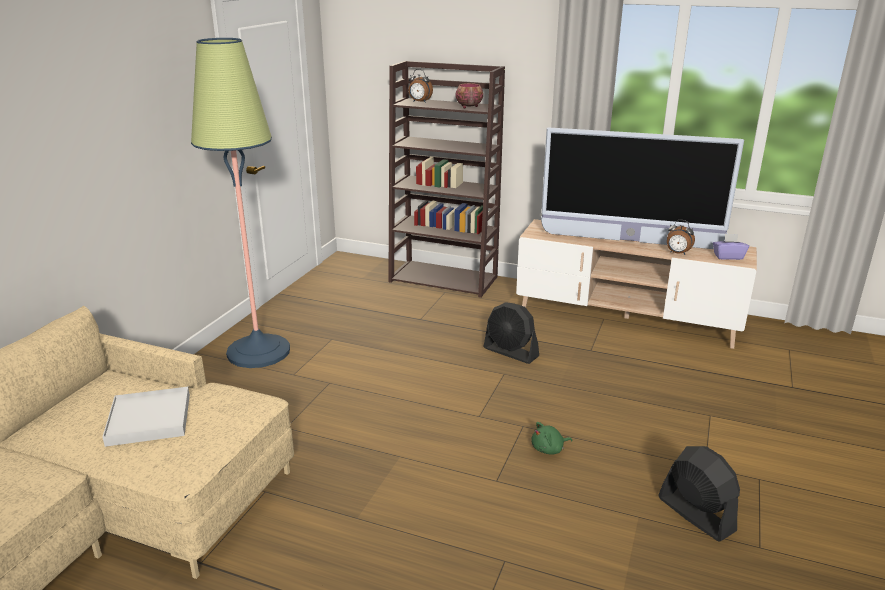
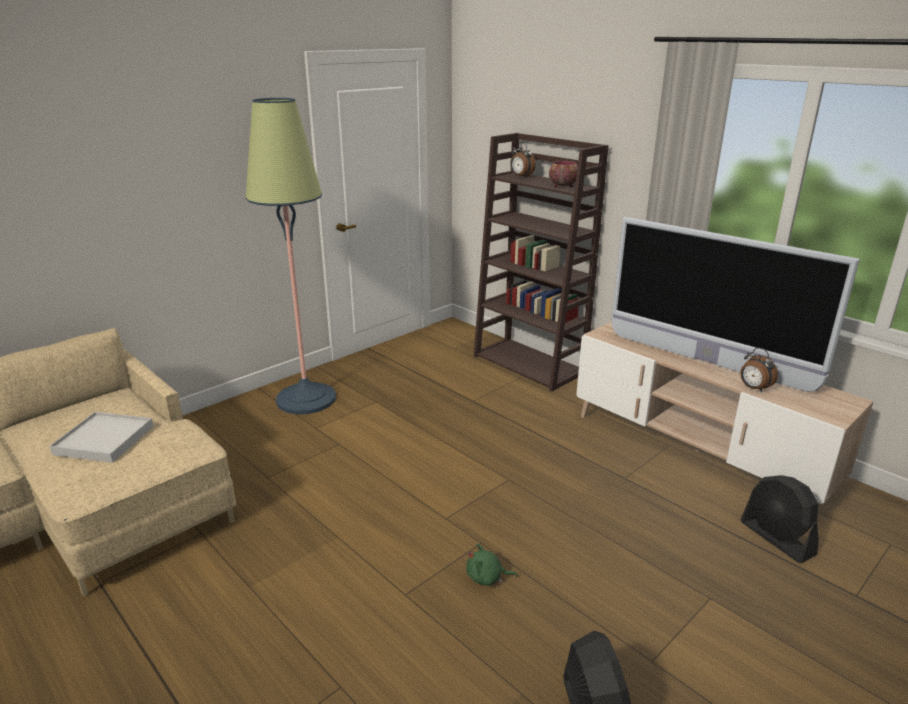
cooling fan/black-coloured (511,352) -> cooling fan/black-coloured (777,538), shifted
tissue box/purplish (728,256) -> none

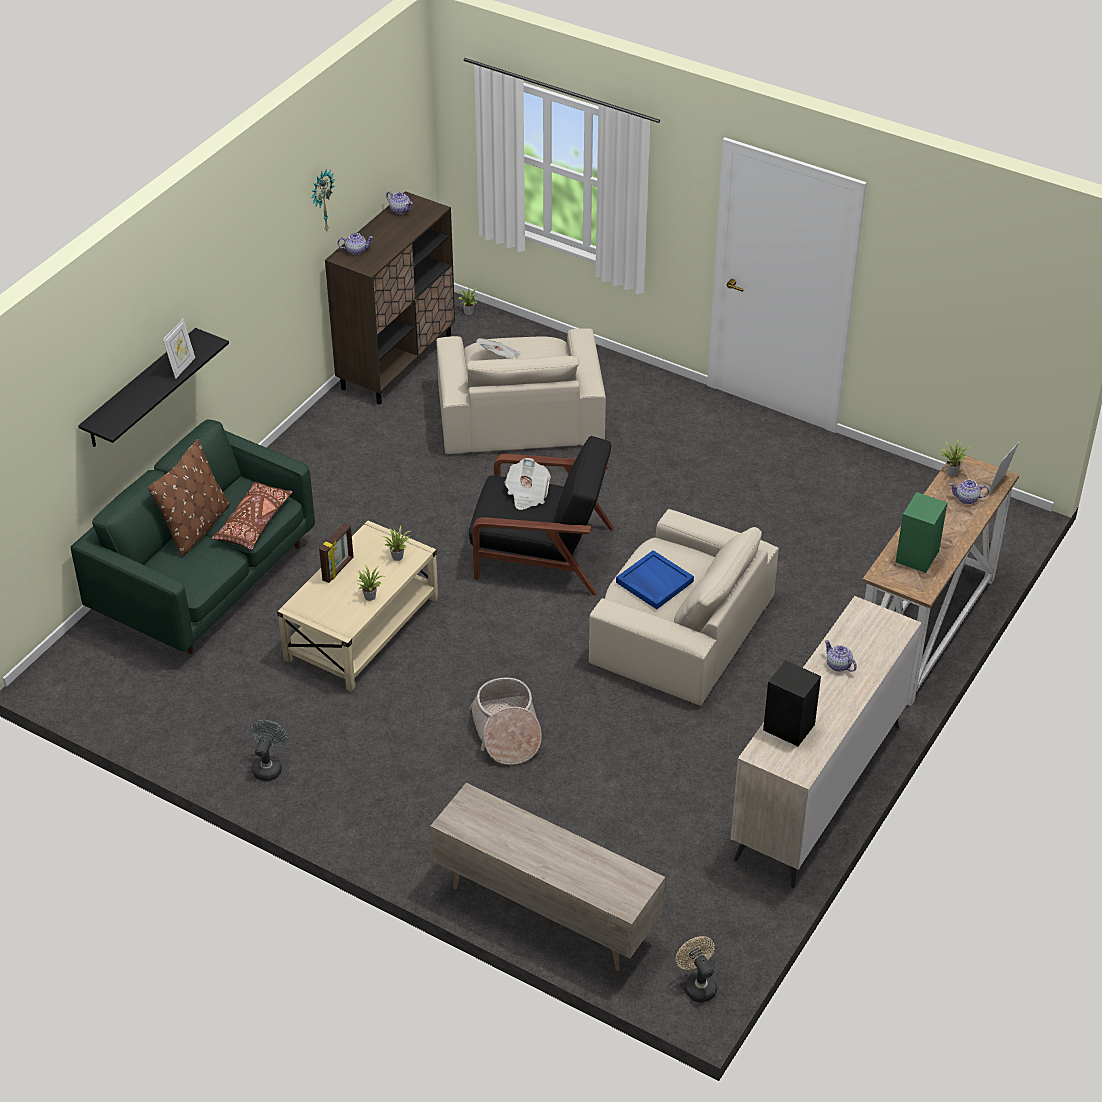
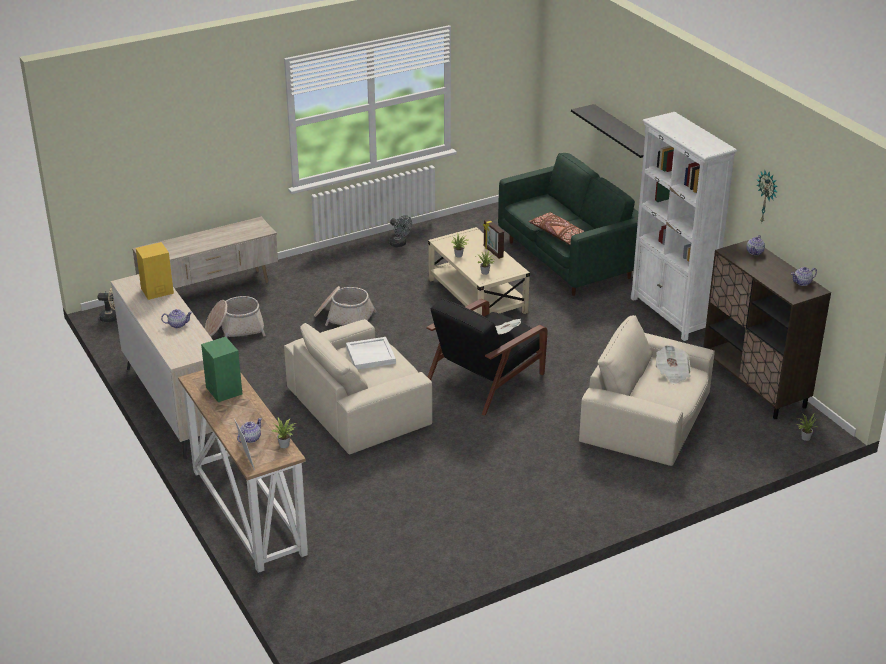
speaker/black-coloured (790,728) -> speaker/yellowish (156,291)
none -> household basket (235,329)
tray/bluish (653,582) -> tray/whitish (371,355)
none -> bookcase/whitish (671,315)
throw pillow/brownish (196,527) -> none
standing frame (182,367) -> none

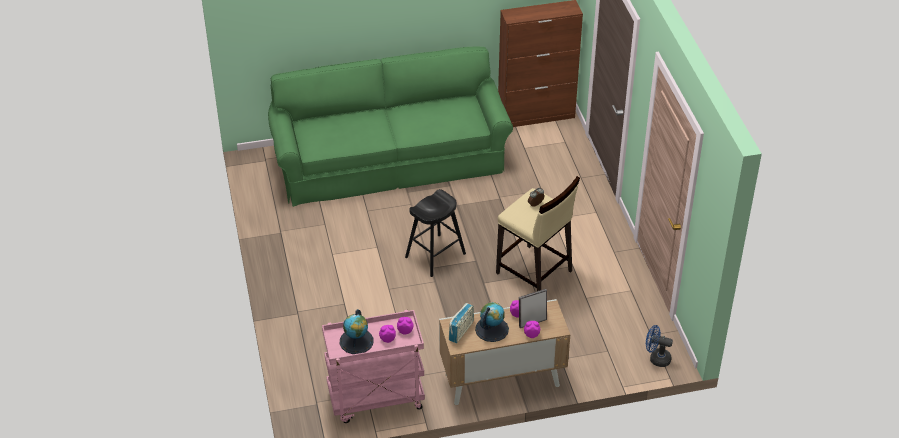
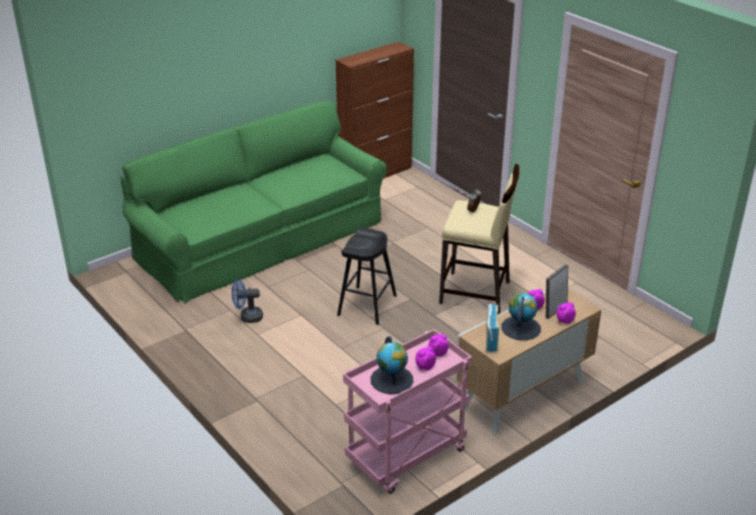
cooling fan/bluish (656,358) -> cooling fan/bluish (247,317), shifted

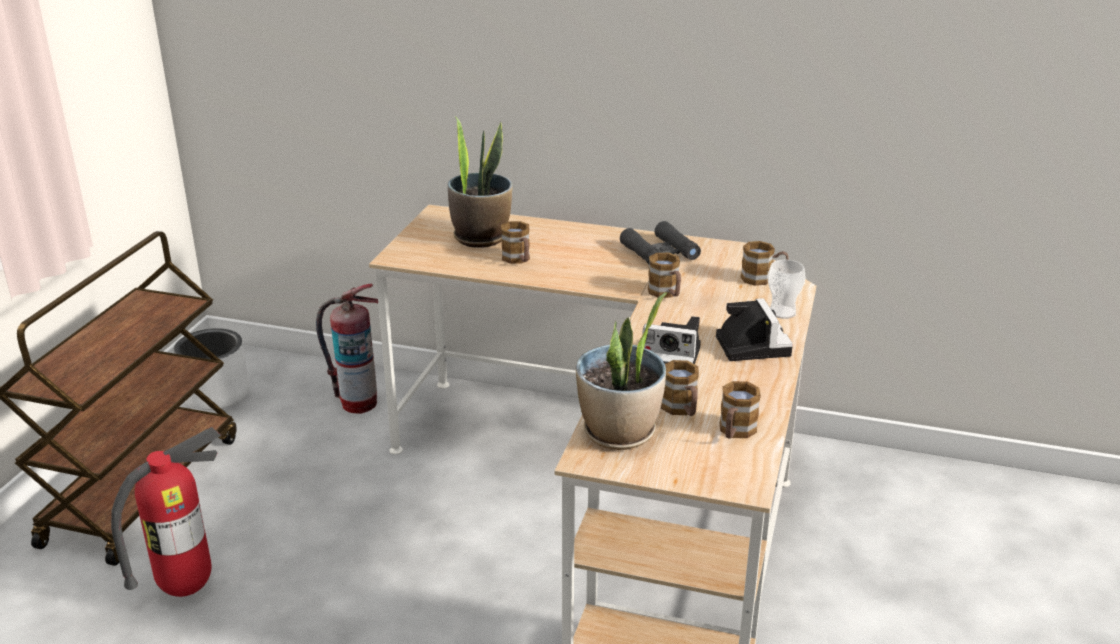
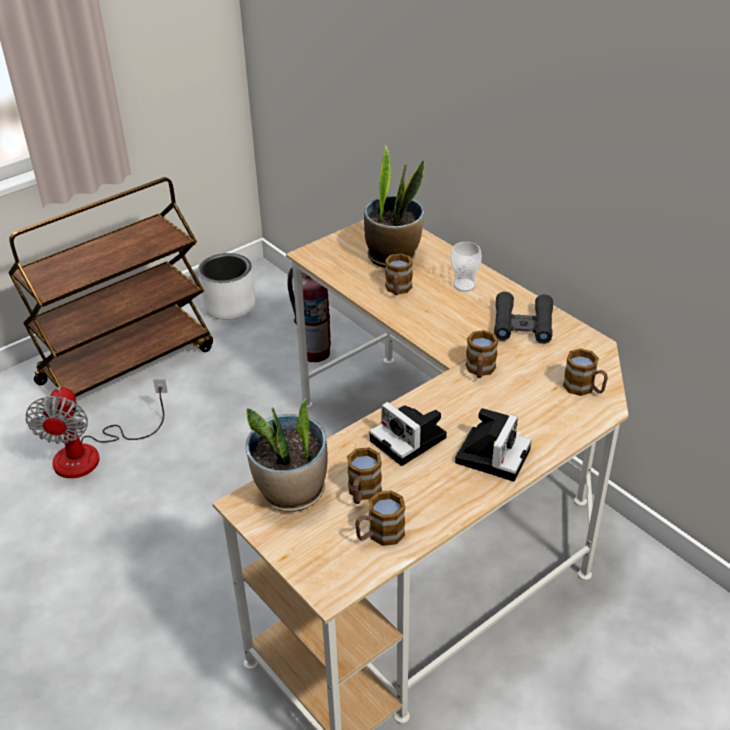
fire-fighting cylinder (186,587) -> cooling fan (92,453)
small cup (782,312) -> small cup (464,285), shifted

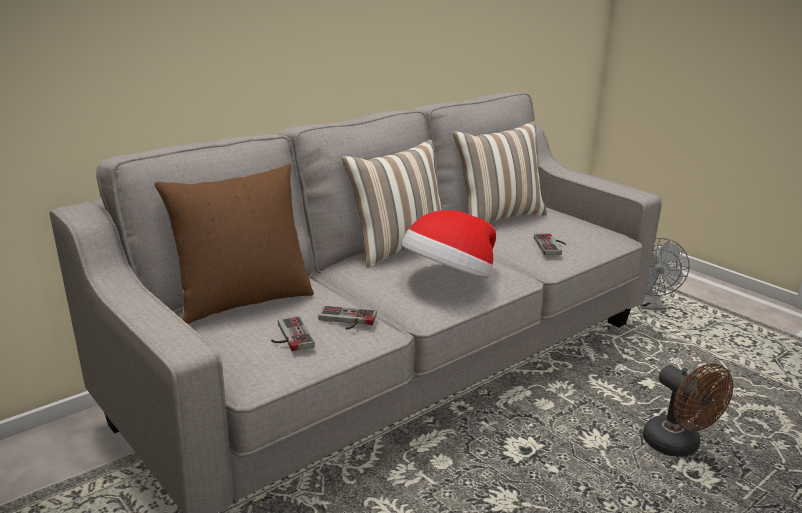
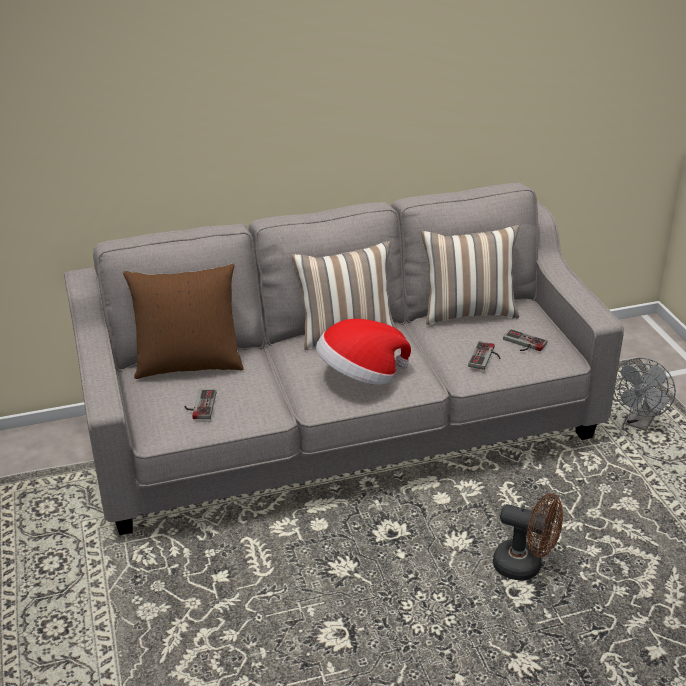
cooling fan/brownish (678,446) -> cooling fan/brownish (525,566), 60 degrees counterclockwise
joypad (346,320) -> joypad (522,344), shifted

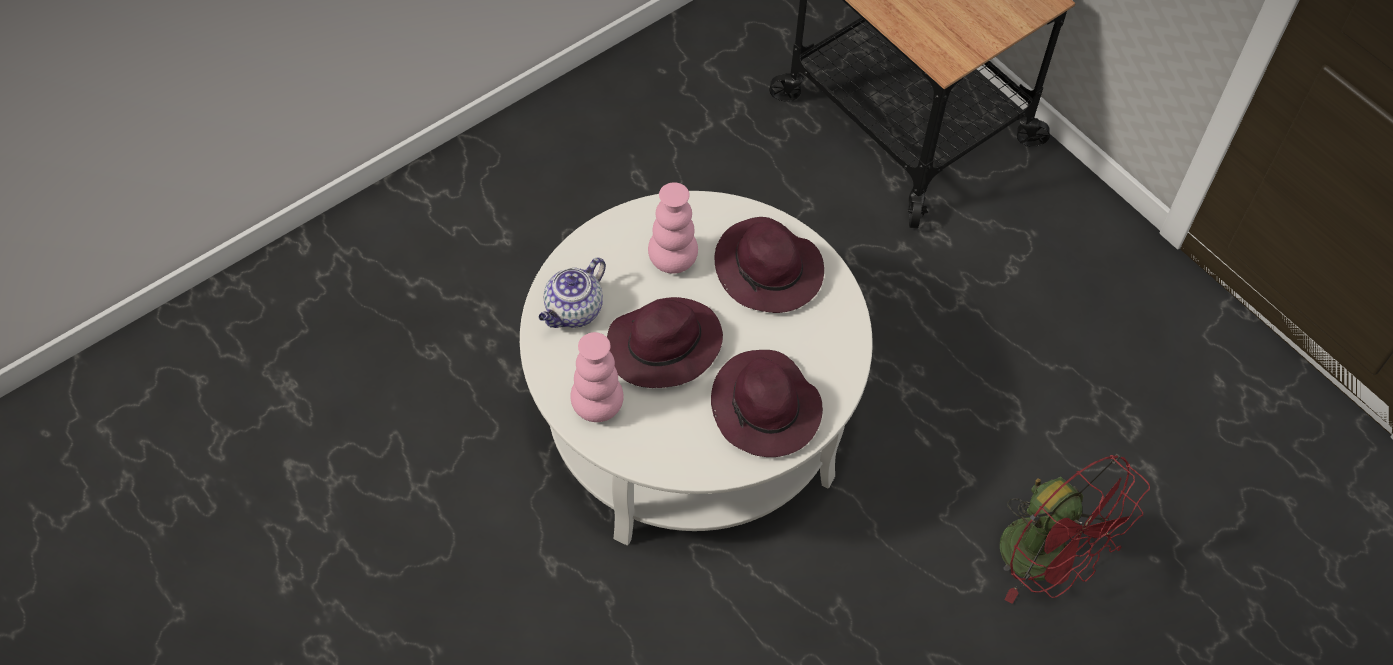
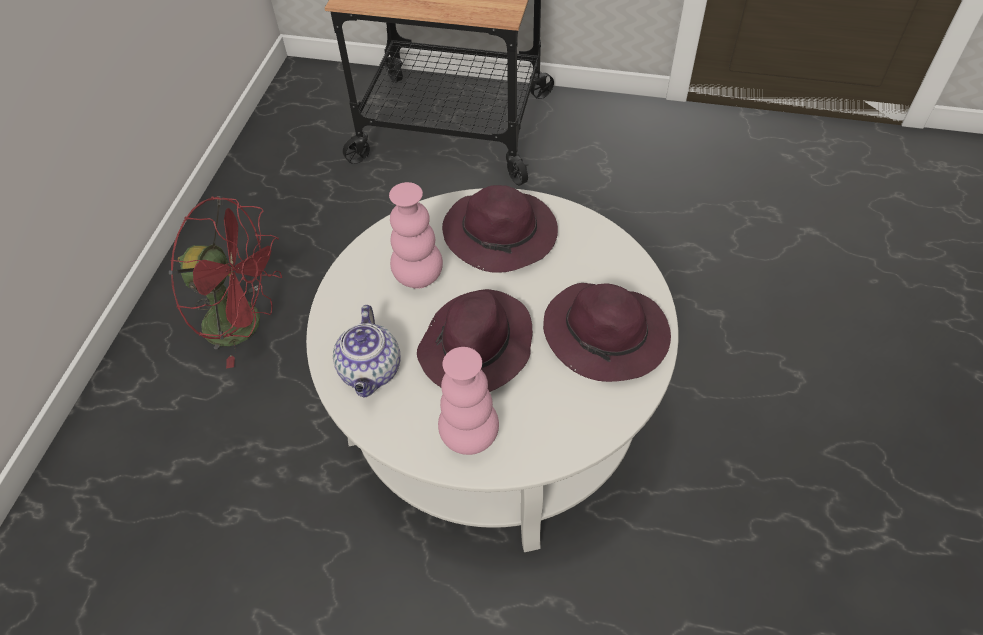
cooling fan/reddish (1047,560) -> cooling fan/reddish (246,324), shifted

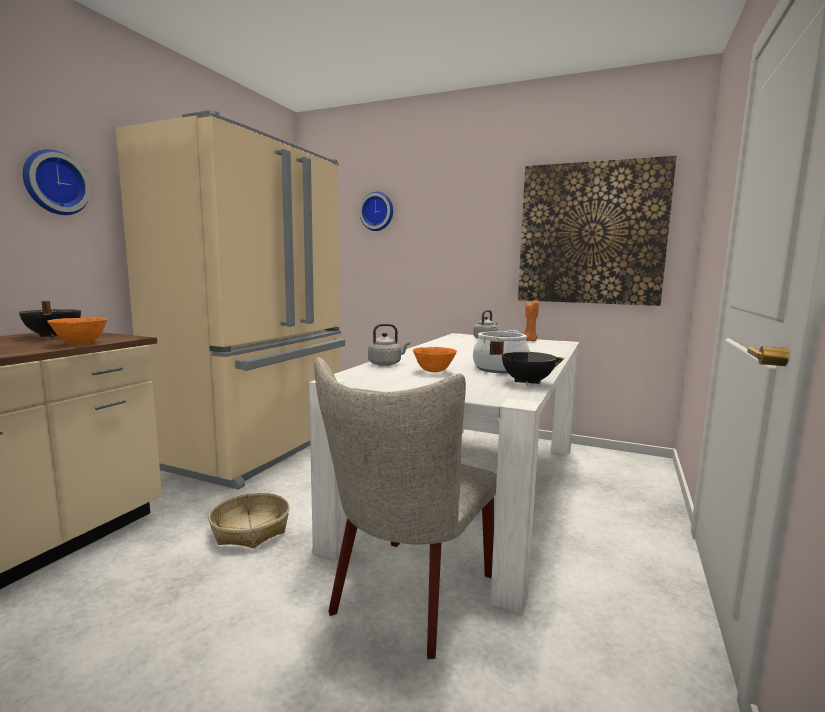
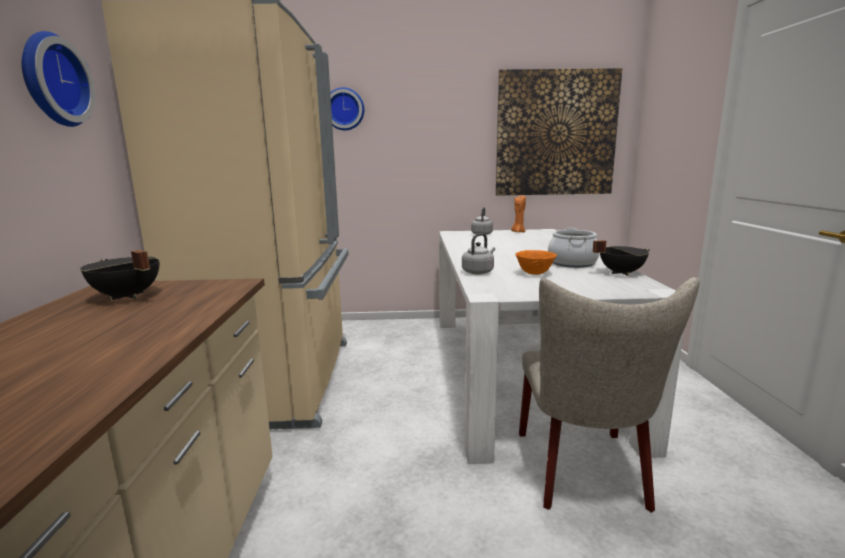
deep dish/orange-coloured (80,343) -> none
household basket (250,529) -> none

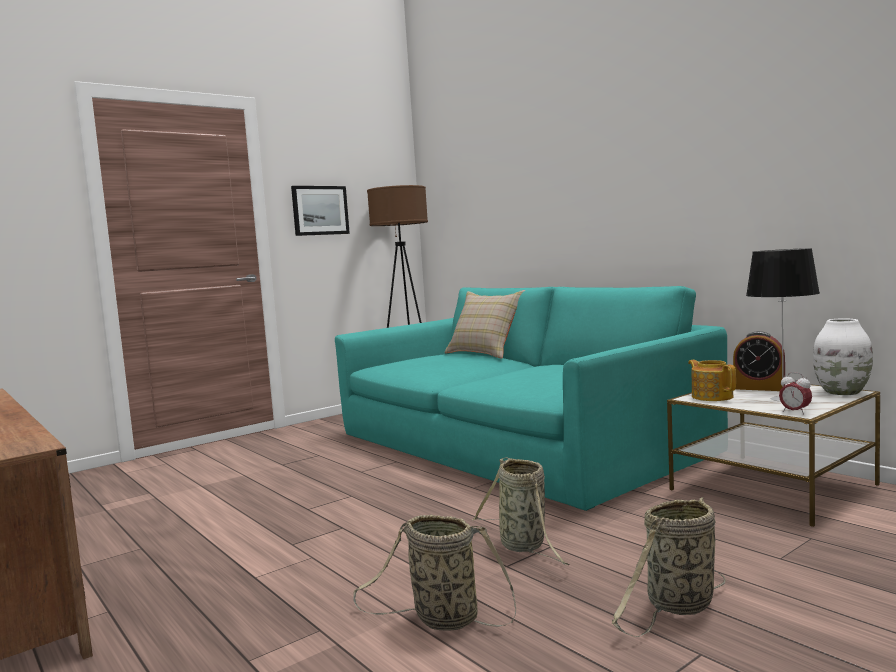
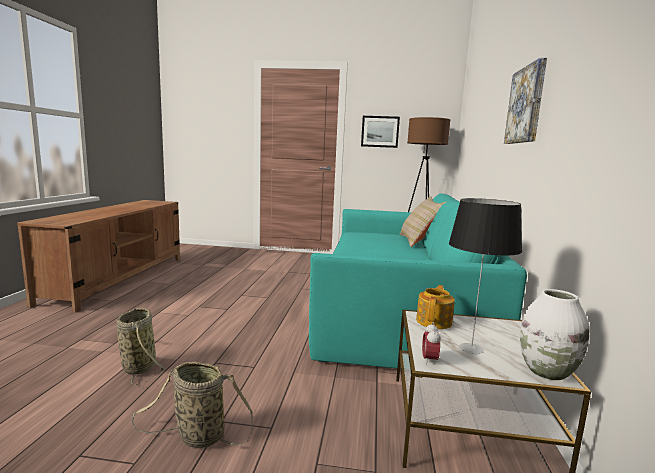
none -> picture (526,105)
household basket (524,546) -> none
alarm clock (759,388) -> none

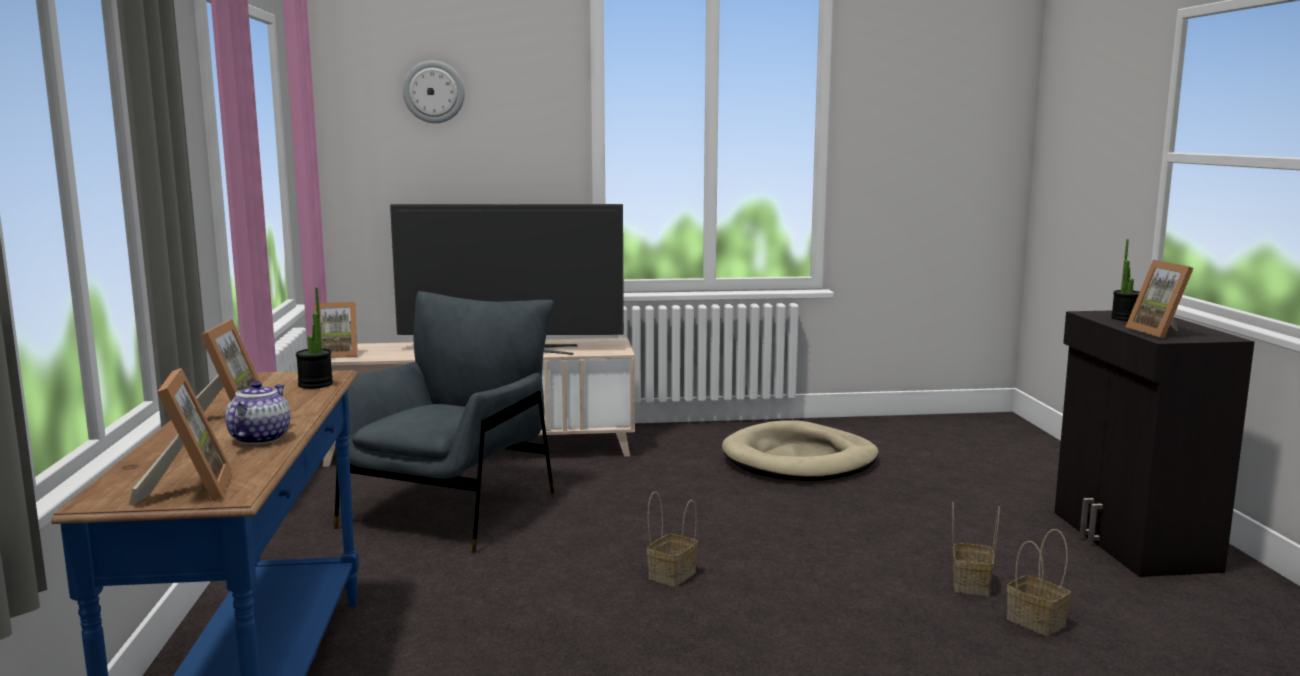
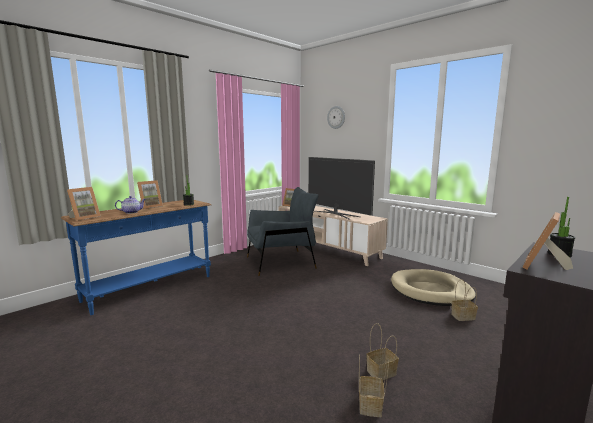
household basket (672,574) -> household basket (463,316), shifted

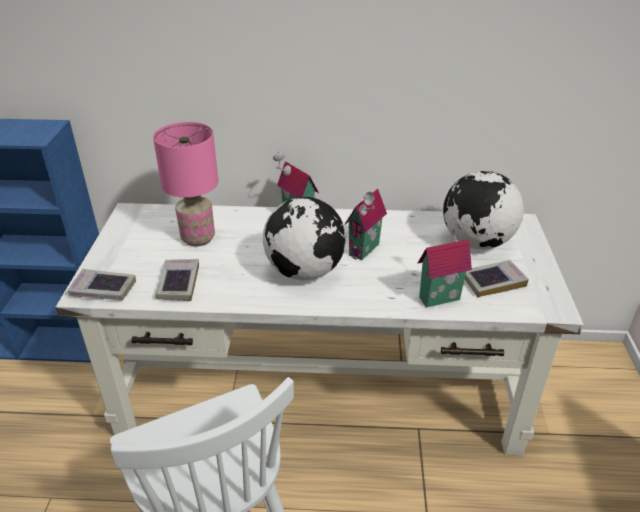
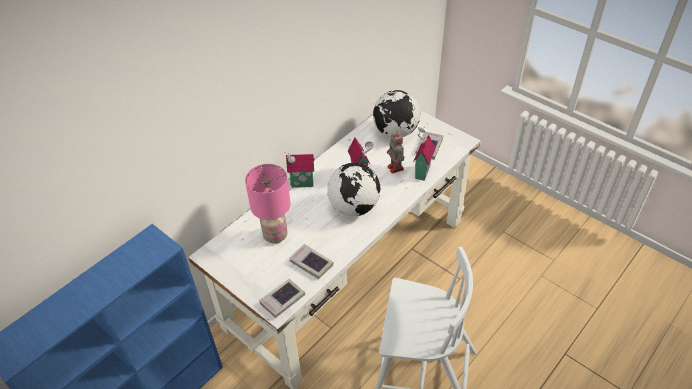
none -> model robot (396,168)

